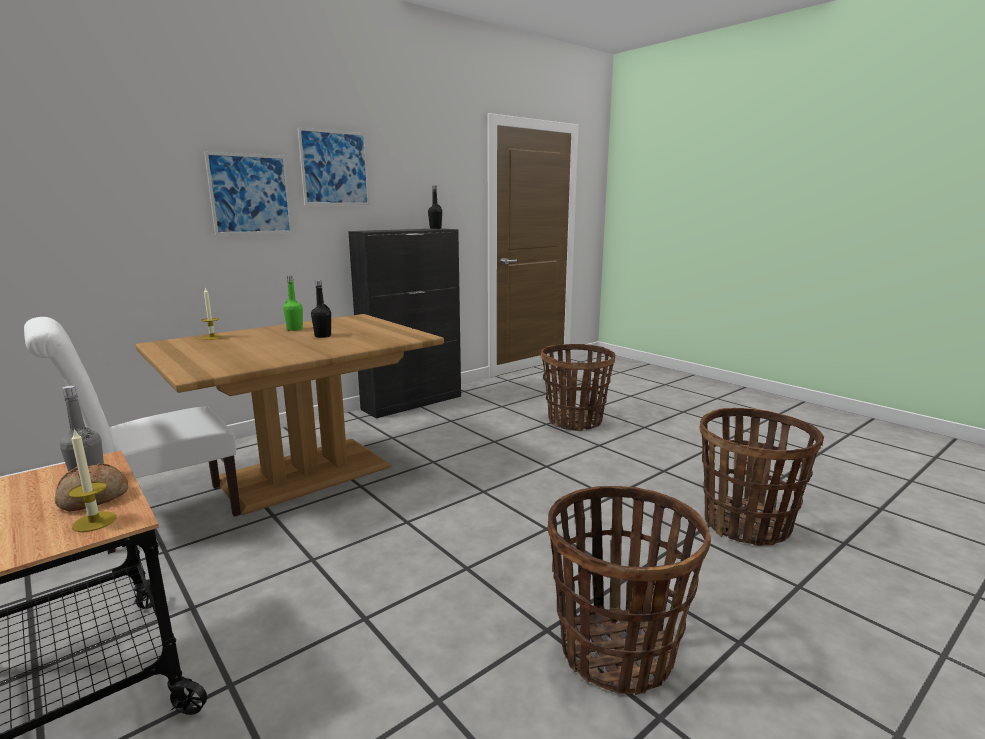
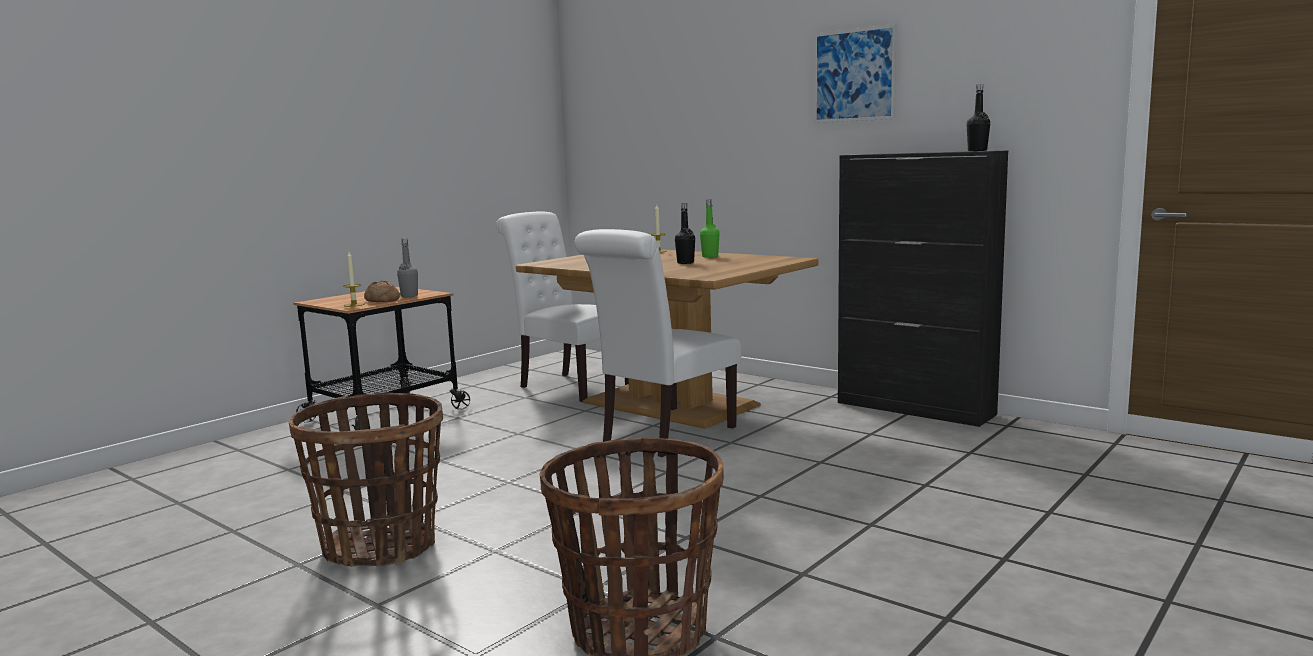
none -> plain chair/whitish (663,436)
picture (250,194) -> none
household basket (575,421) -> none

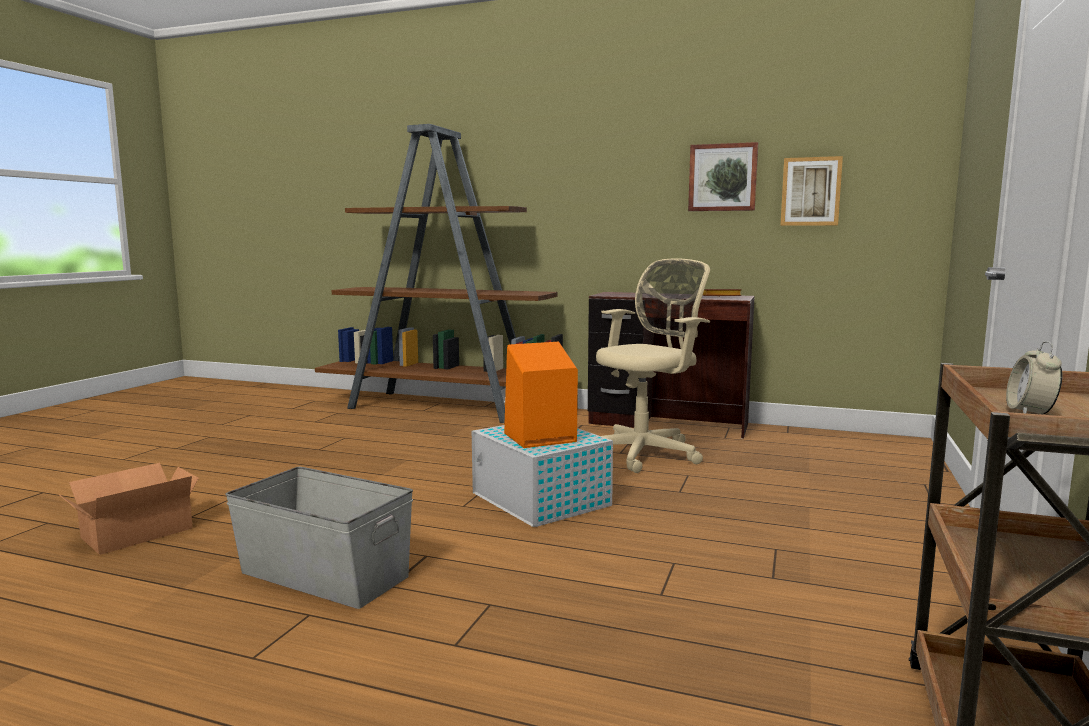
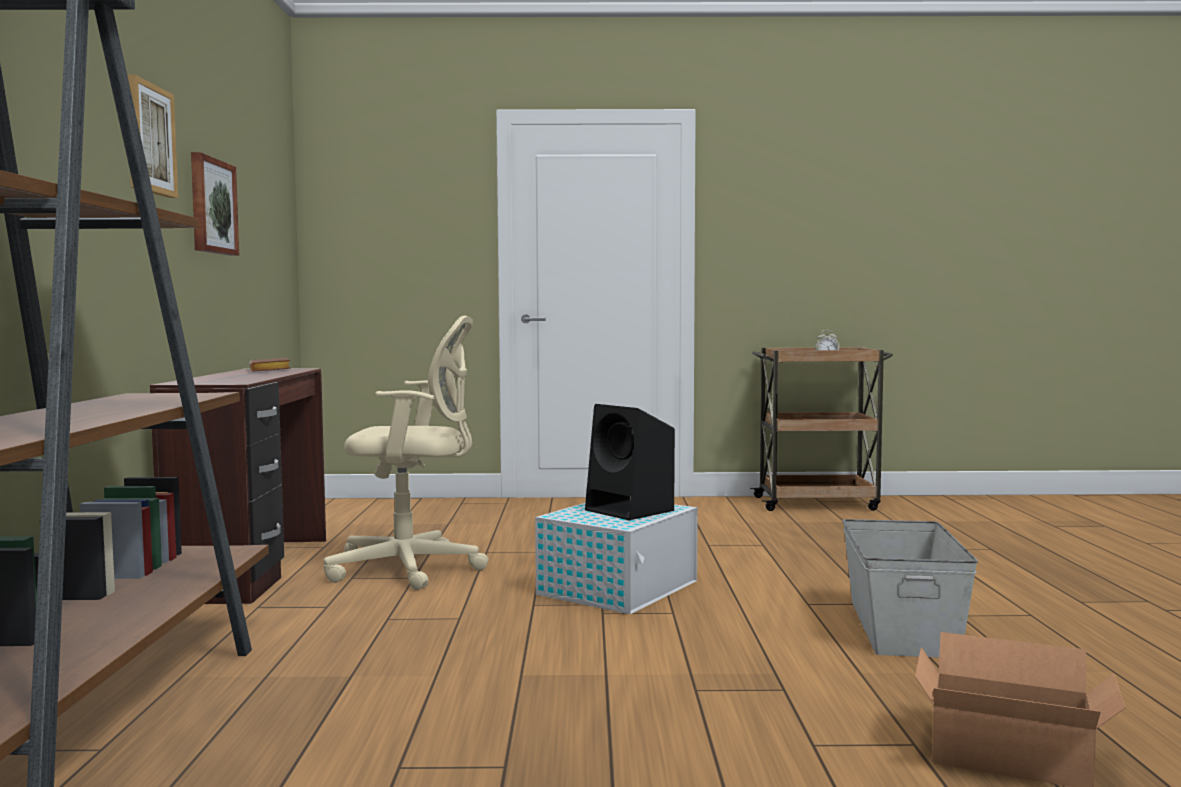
picture (810,191) -> picture (149,139), shifted
computer chair/sand-coloured (644,453) -> computer chair/sand-coloured (412,569), 150 degrees clockwise
speaker/orange-coloured (538,438) -> speaker/black-coloured (631,511)

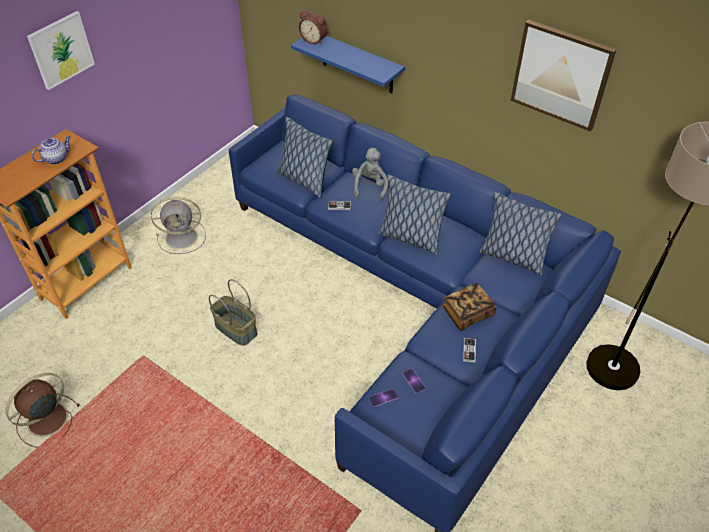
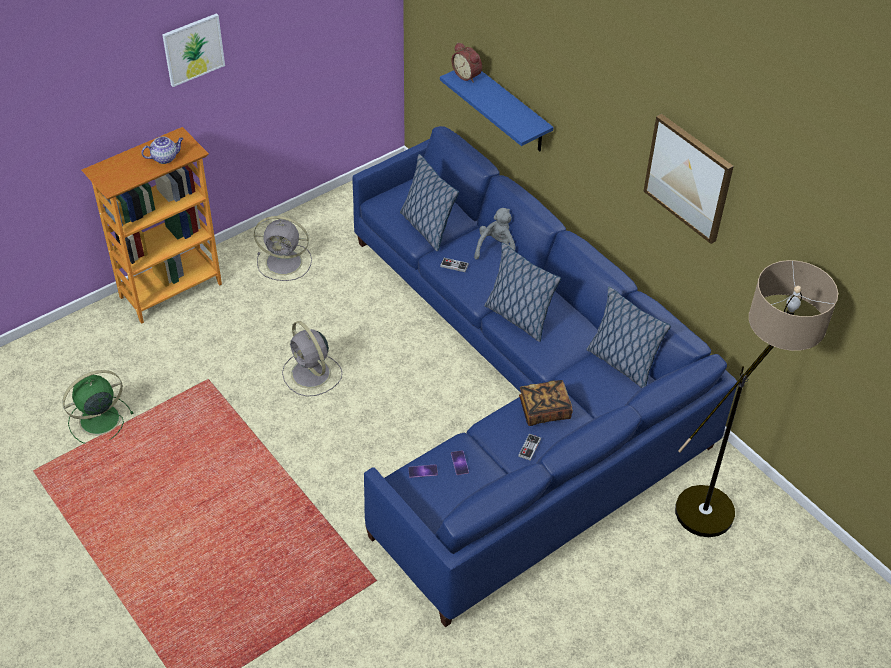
cooling fan/brownish (46,421) -> cooling fan/green (98,420)
household basket (236,329) -> cooling fan/gray (312,374)

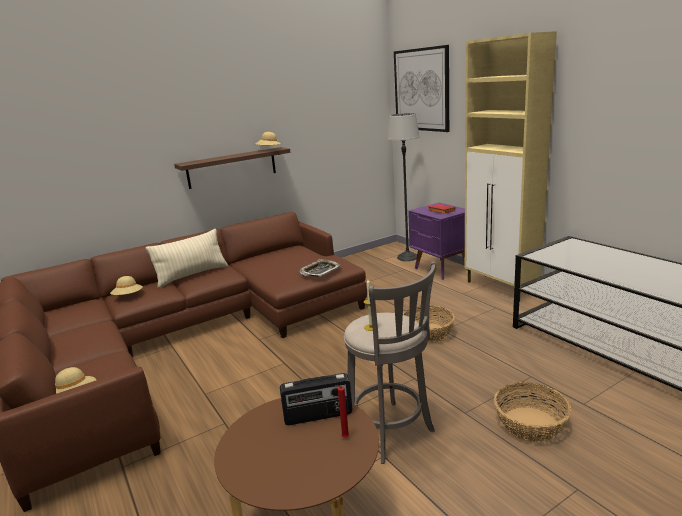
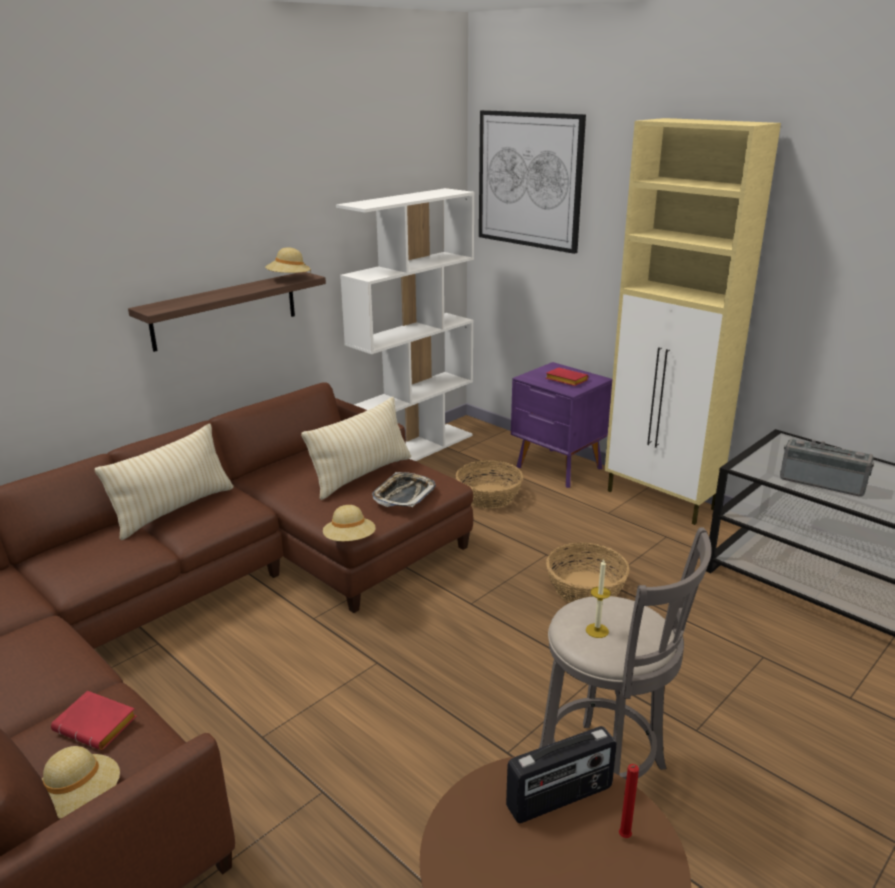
none -> book/reddish (99,725)
none -> throw pillow/sand-coloured (361,475)
clothing hat/sand-coloured (128,296) -> clothing hat/sand-coloured (350,540), shifted
none -> bookcase/whitish (414,450)
household basket (530,424) -> household basket (489,496), shifted
none -> radio receiver (822,482)
standing lamp (407,257) -> none

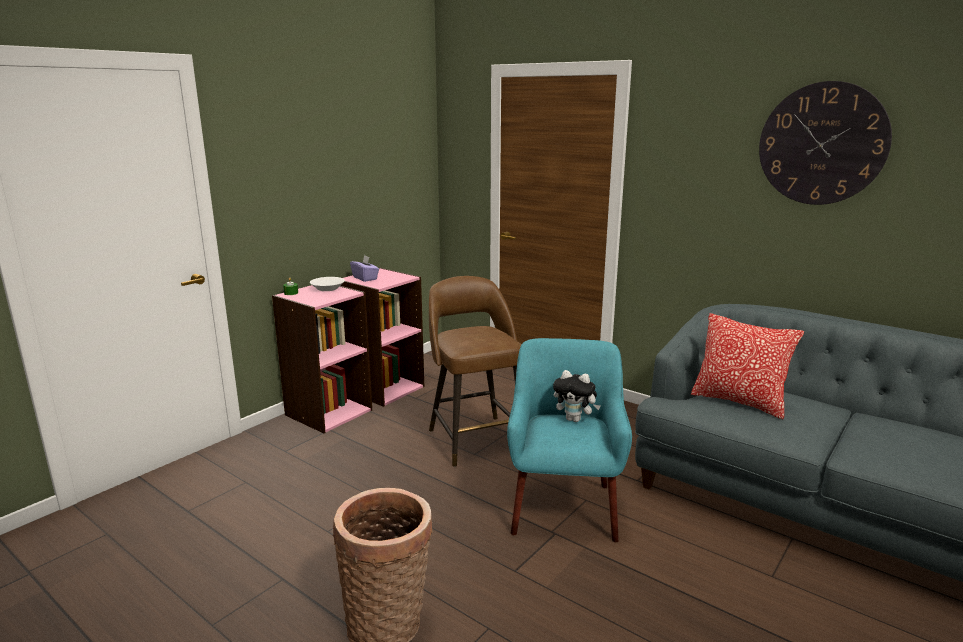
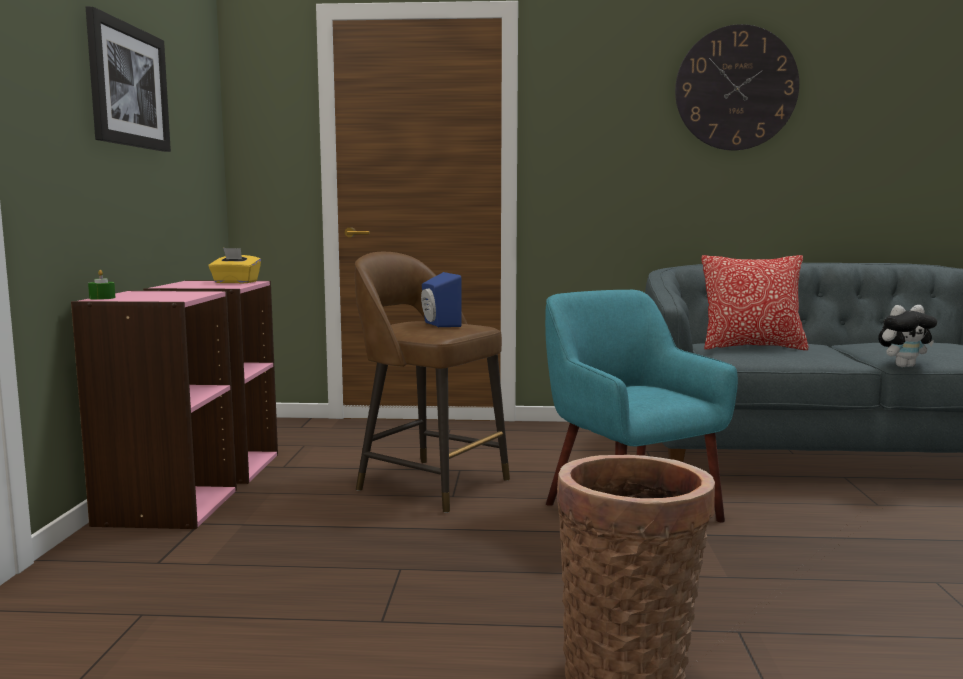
none -> picture (128,86)
none -> tissue box/yellowish (235,282)
none -> speaker/bluish (438,324)
cuddly toy (575,419) -> cuddly toy (904,366), shifted
deep dish/whitish (327,289) -> none
tissue box/purplish (365,278) -> none

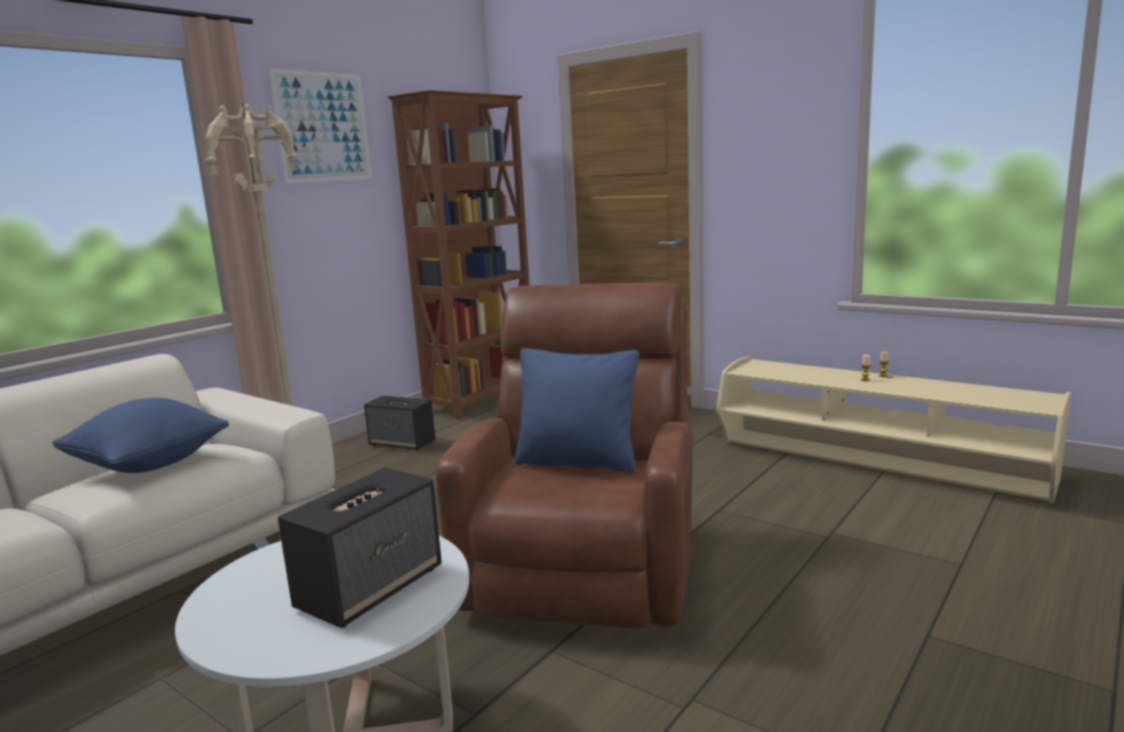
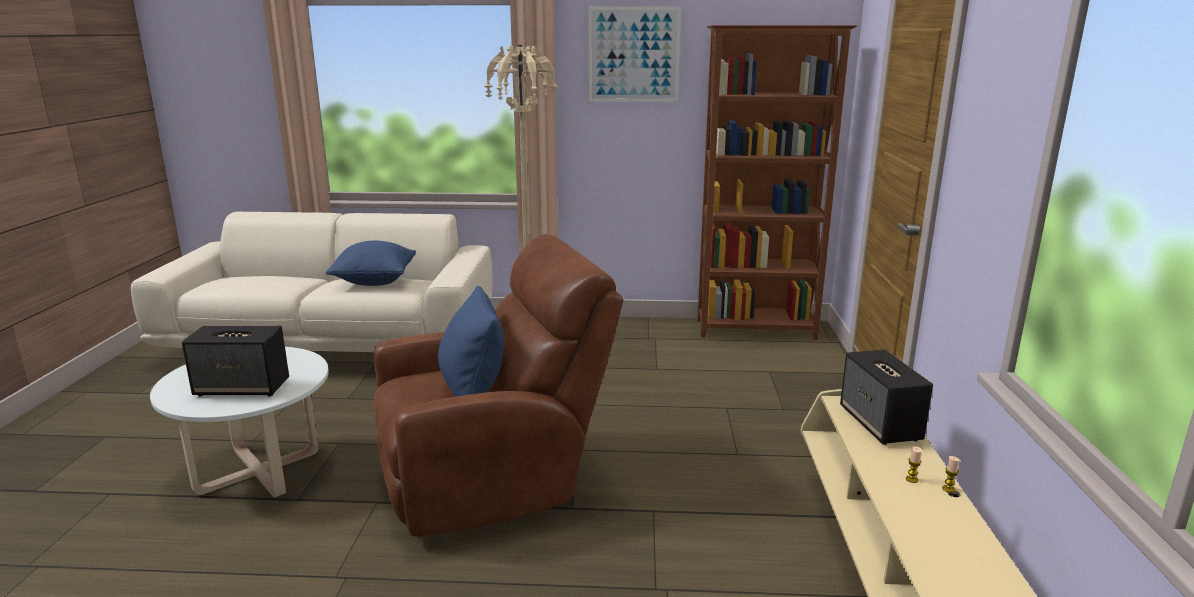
speaker (403,443) -> speaker (880,424), shifted

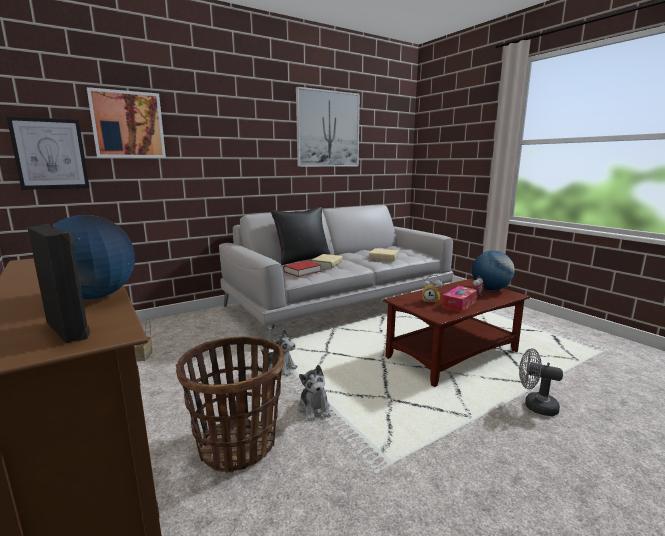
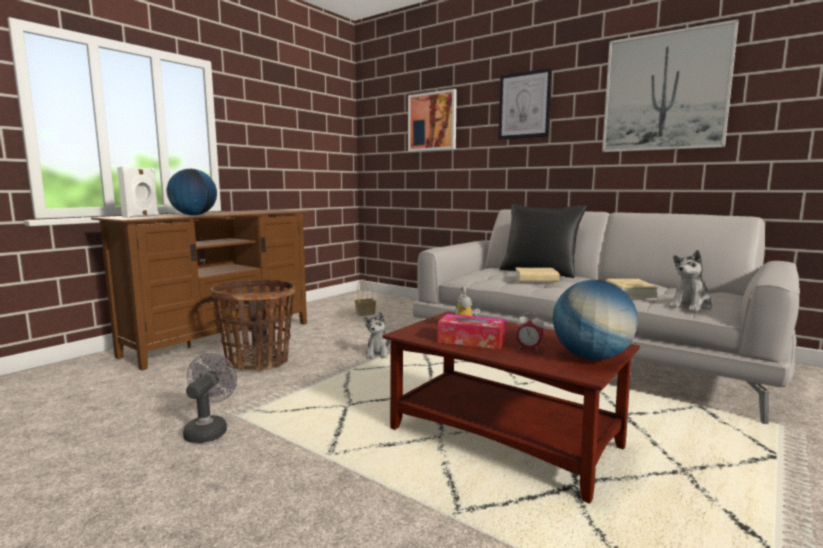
speaker/black-coloured (69,329) -> speaker/whitish (141,217)
cooling fan/gray (535,406) -> cooling fan/gray (209,430), shifted
picture (50,154) -> picture (524,105), shifted
cuddly toy (314,408) -> cuddly toy (691,306), shifted
book/reddish (302,271) -> none

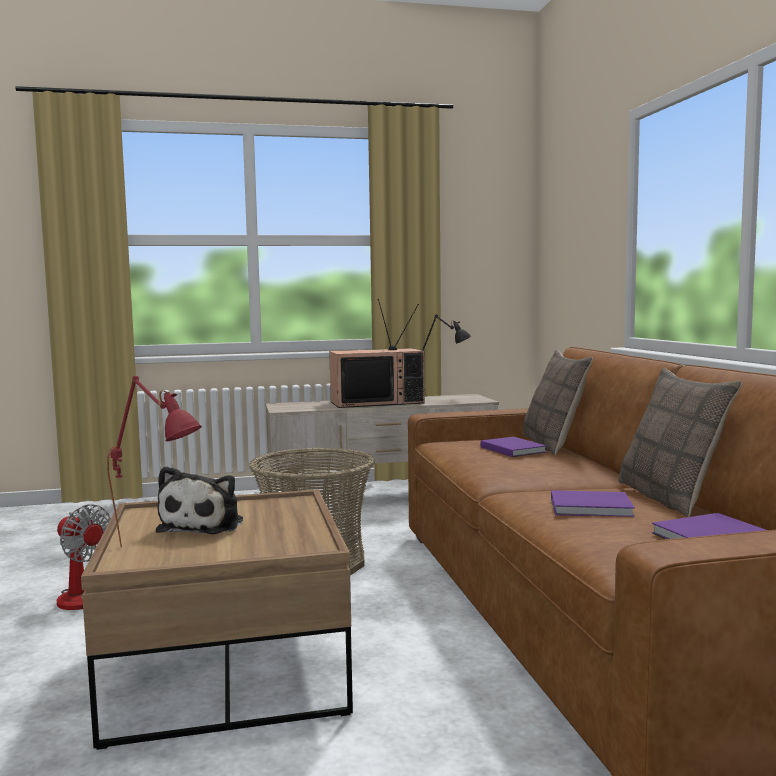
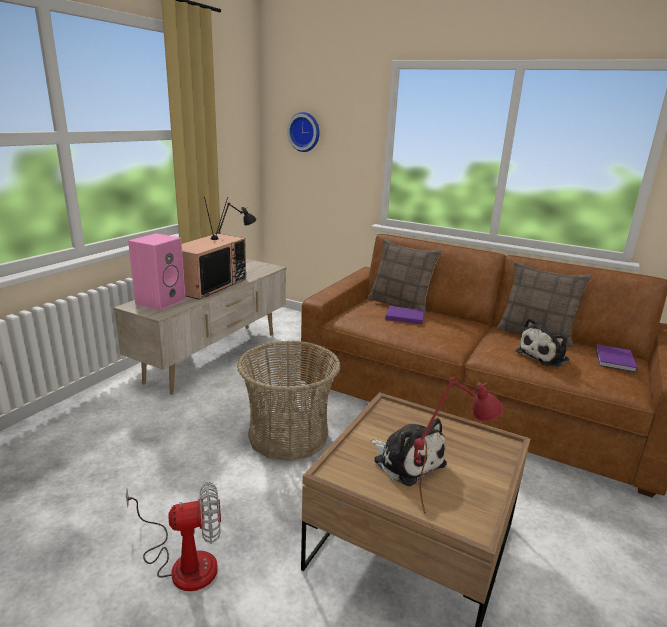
none -> speaker/pinkish (161,301)
none -> clock on the wall (305,132)
book/purplish (593,508) -> cuddly toy (544,356)

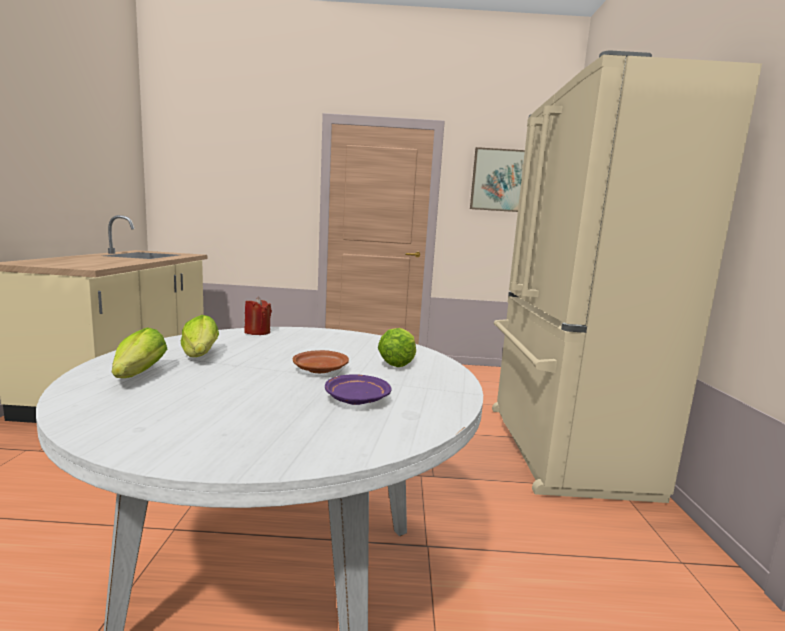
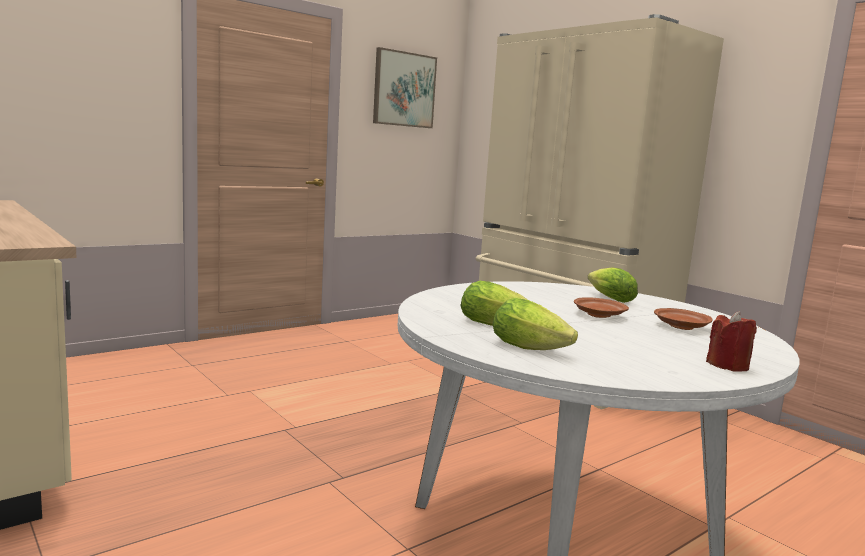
dinner plate/purplish (356,399) -> dinner plate/brownish (680,326)
candle/reddish (257,332) -> candle/reddish (728,366), shifted

